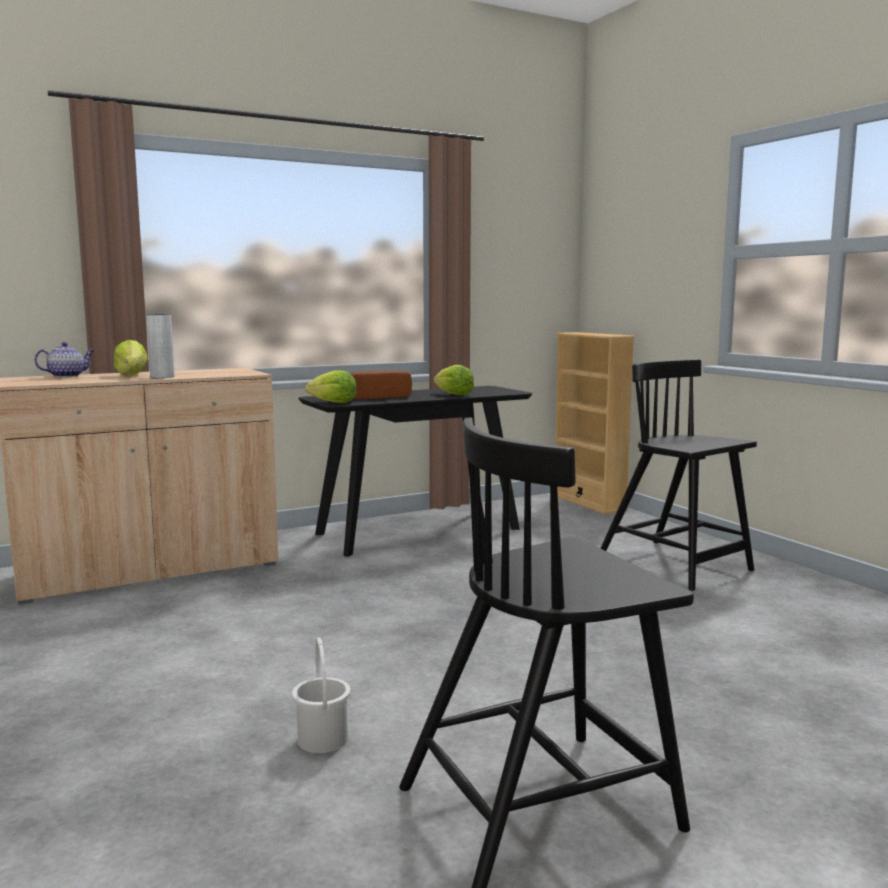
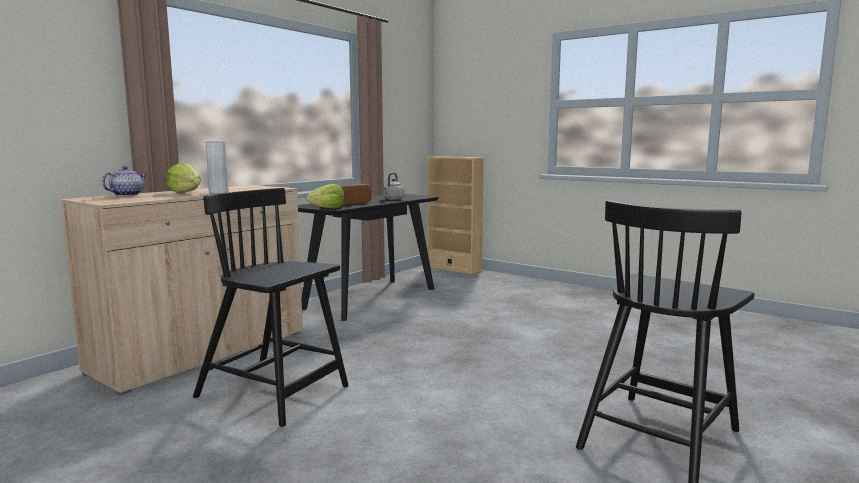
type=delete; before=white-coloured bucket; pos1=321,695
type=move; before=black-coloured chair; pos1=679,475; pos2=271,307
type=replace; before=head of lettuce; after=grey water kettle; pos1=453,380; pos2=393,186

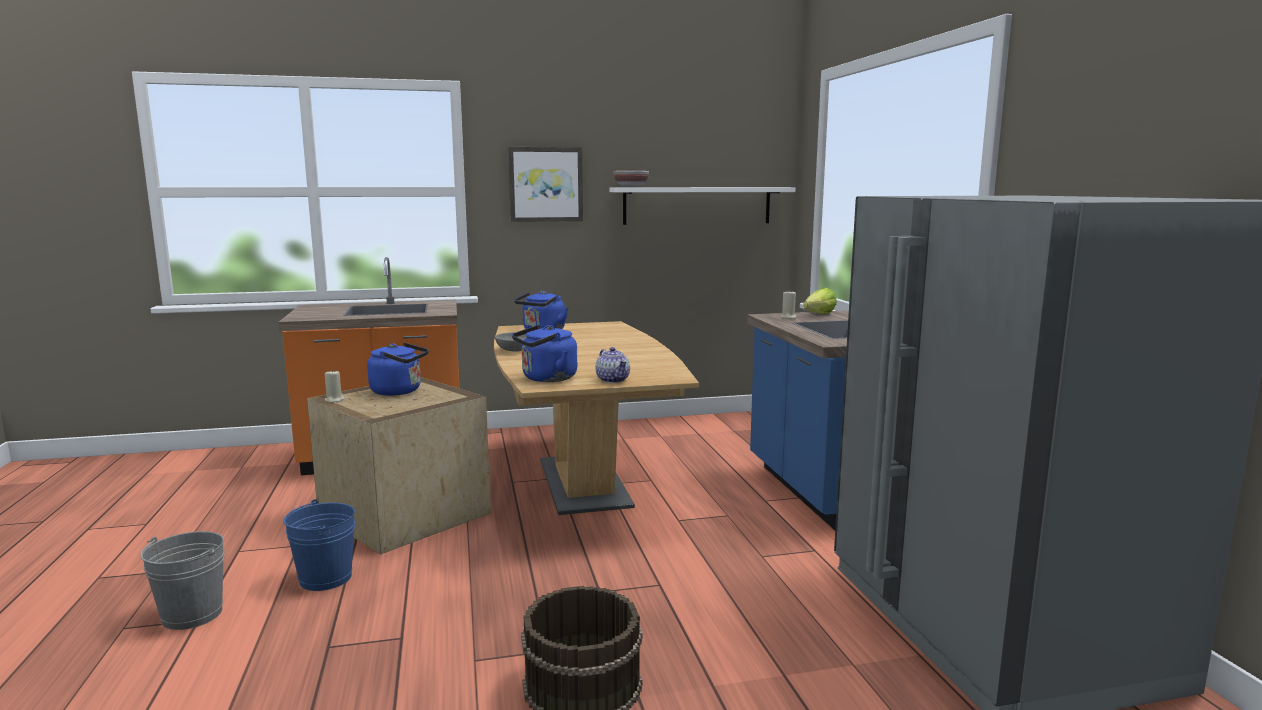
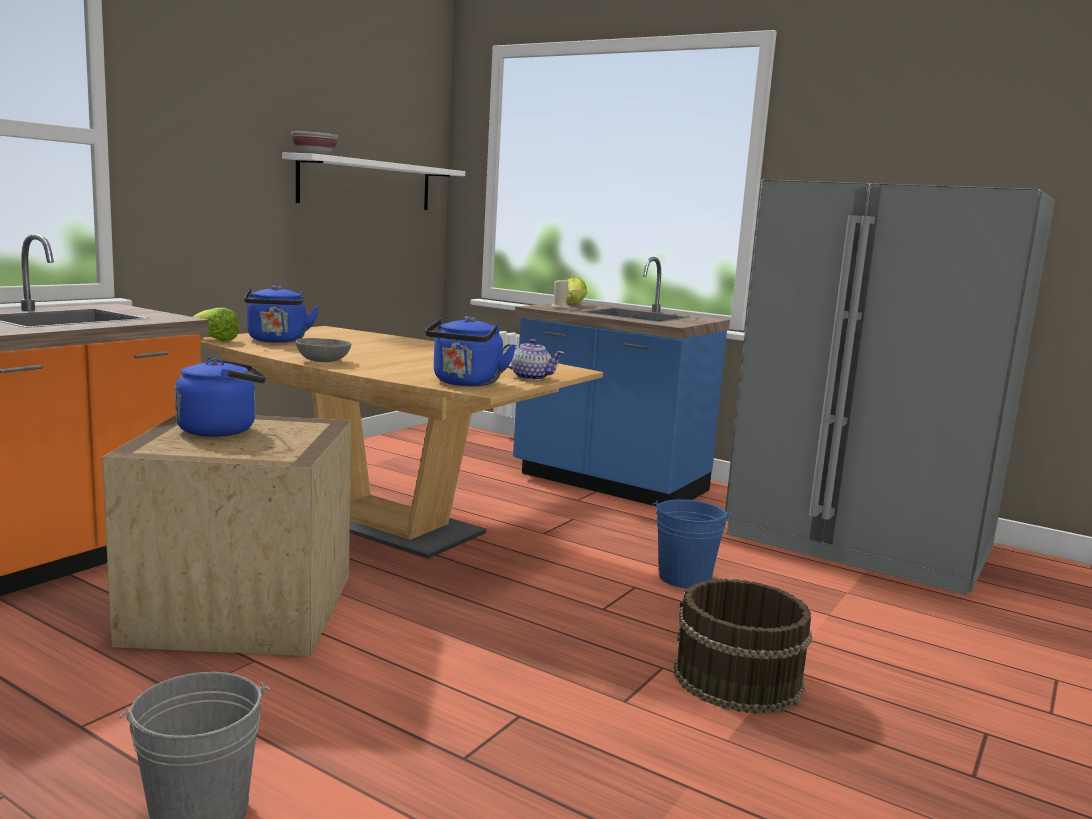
type=delete; before=beige-coloured wax light; pos1=334,386
type=delete; before=wall picture; pos1=545,184
type=insert; after=head of lettuce; pos2=216,325
type=move; before=blue-coloured bucket; pos1=319,545; pos2=692,544

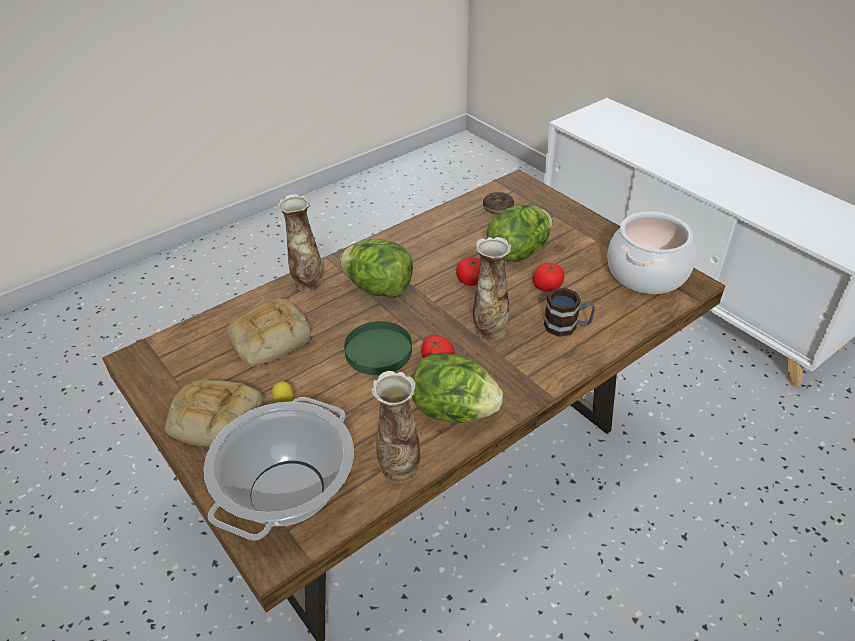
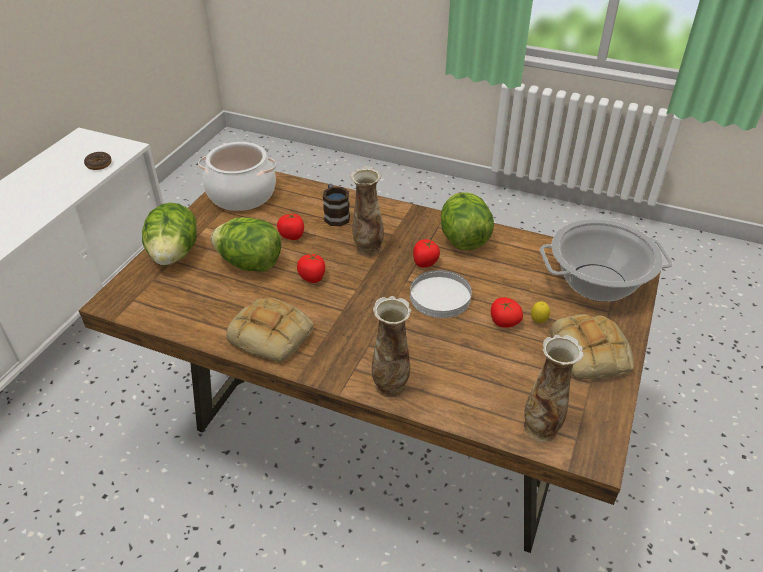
type=insert; after=tomato; pos2=507,312
type=move; before=baked bread; pos1=269,333; pos2=269,330
type=move; before=head of lettuce; pos1=376,268; pos2=169,234
type=move; before=flower vase; pos1=396,427; pos2=554,388
type=move; before=donut; pos1=498,203; pos2=98,161
type=recolor; before=greenish plate; after=white-coloured plate; pos1=378,348; pos2=441,294

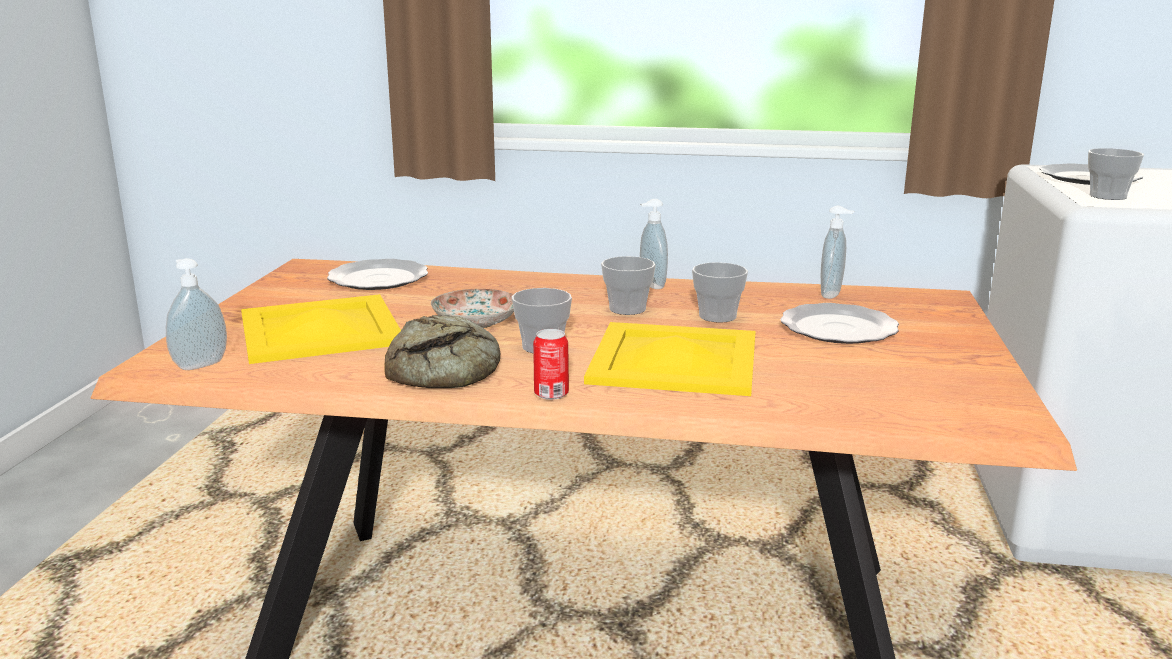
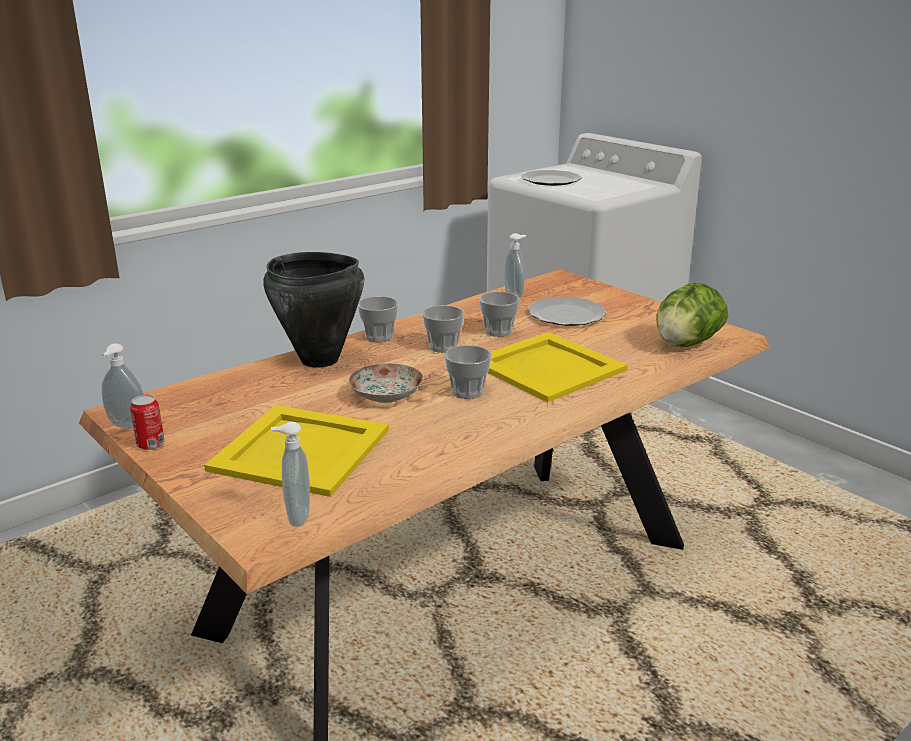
type=delete; before=plate; pos1=377,274
type=delete; before=baked bread; pos1=442,351
type=insert; after=black-coloured stockpot; pos2=313,310
type=insert; after=head of lettuce; pos2=692,315
type=move; before=metal can; pos1=551,364; pos2=147,422
type=move; before=liquid soap bottle; pos1=654,244; pos2=122,386
type=move; before=drinking cup; pos1=1116,174; pos2=378,319

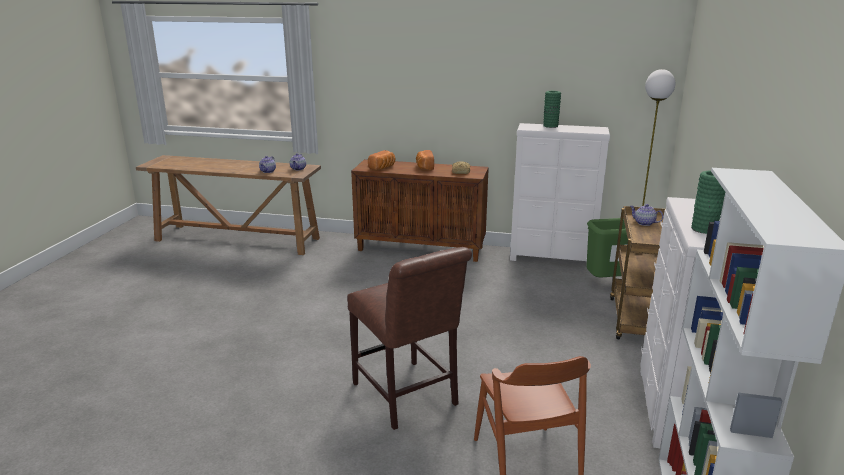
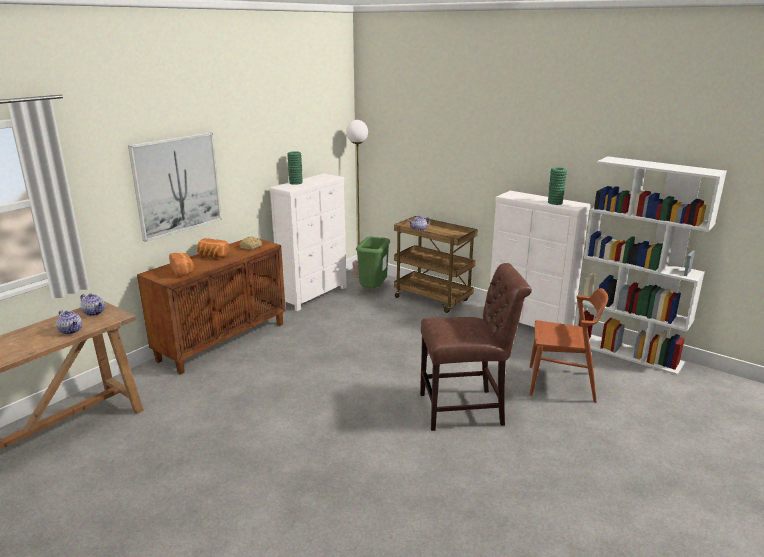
type=insert; after=wall picture; pos2=175,187

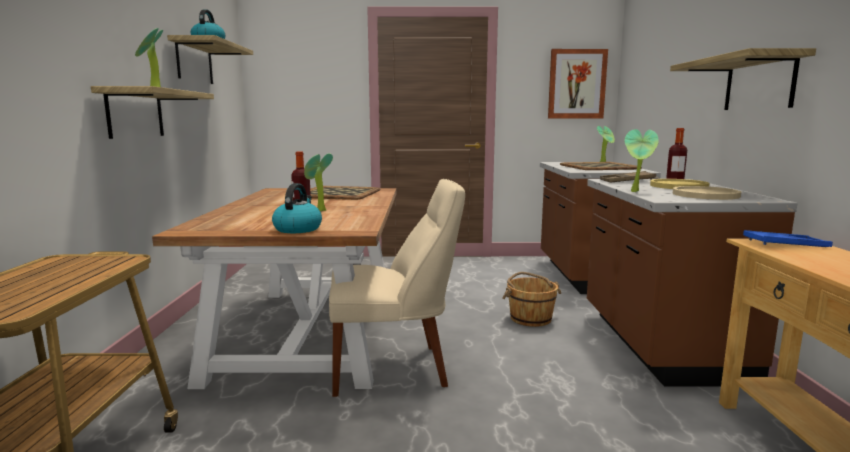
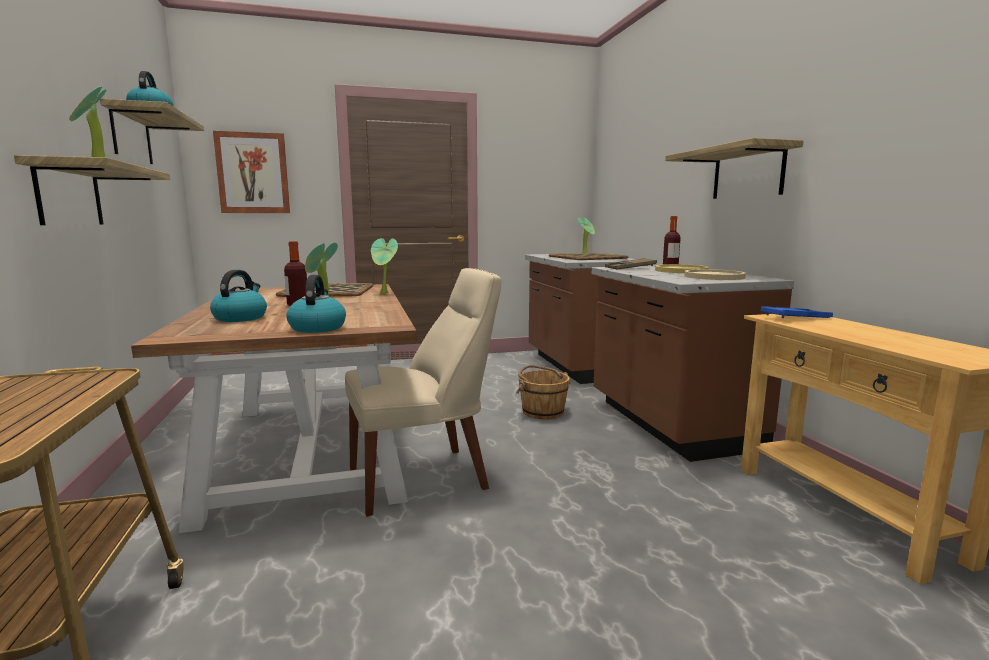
type=insert; after=water kettle; pos2=238,296
type=move; before=wall picture; pos1=578,84; pos2=251,172
type=move; before=houseplant; pos1=642,160; pos2=384,266

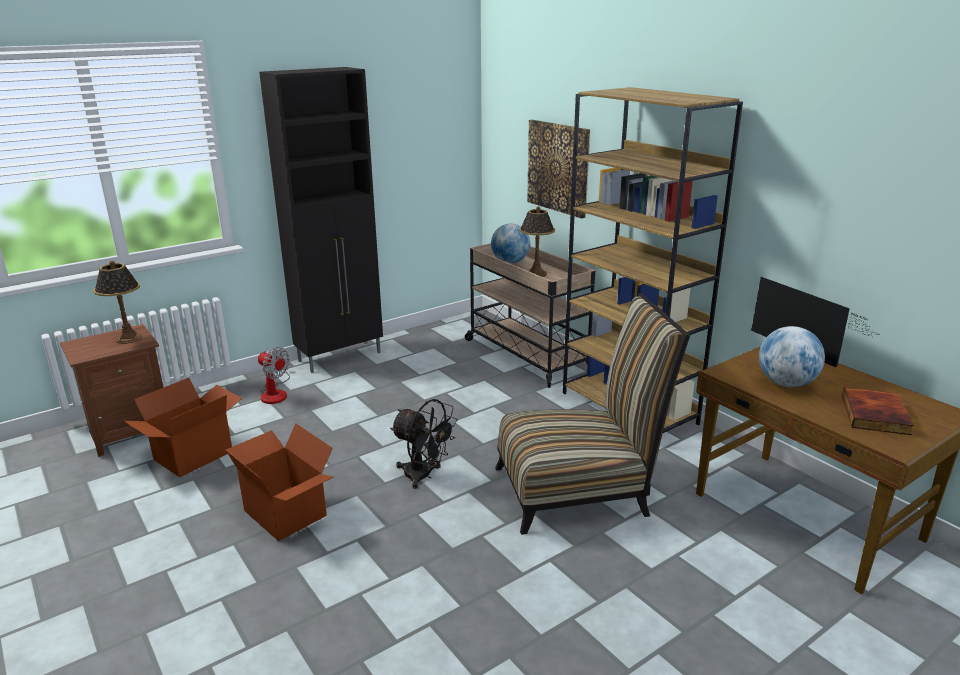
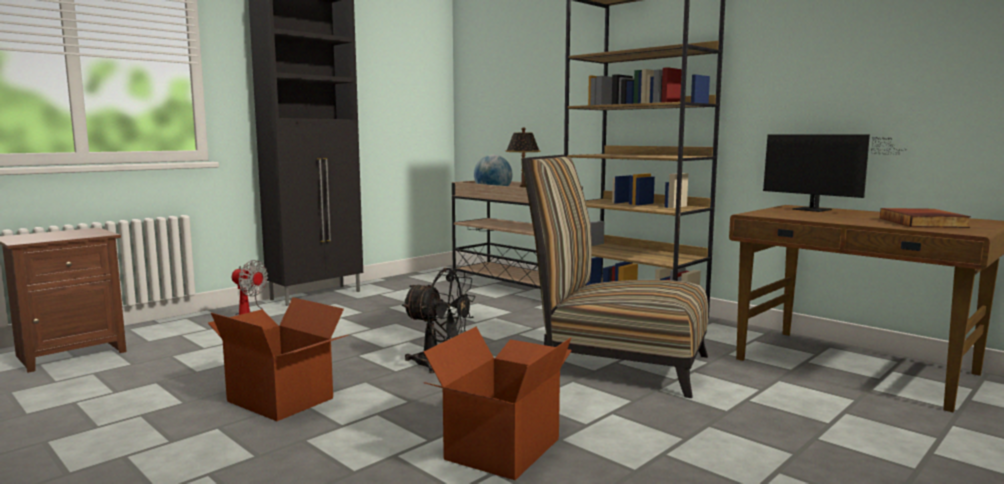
type=delete; before=table lamp; pos1=117,302
type=delete; before=wall picture; pos1=558,169
type=delete; before=globe; pos1=792,356
type=move; before=cardboard box; pos1=183,427; pos2=498,403
type=rotate; before=chair; pos1=592,414; pos2=615,276; turn=-135

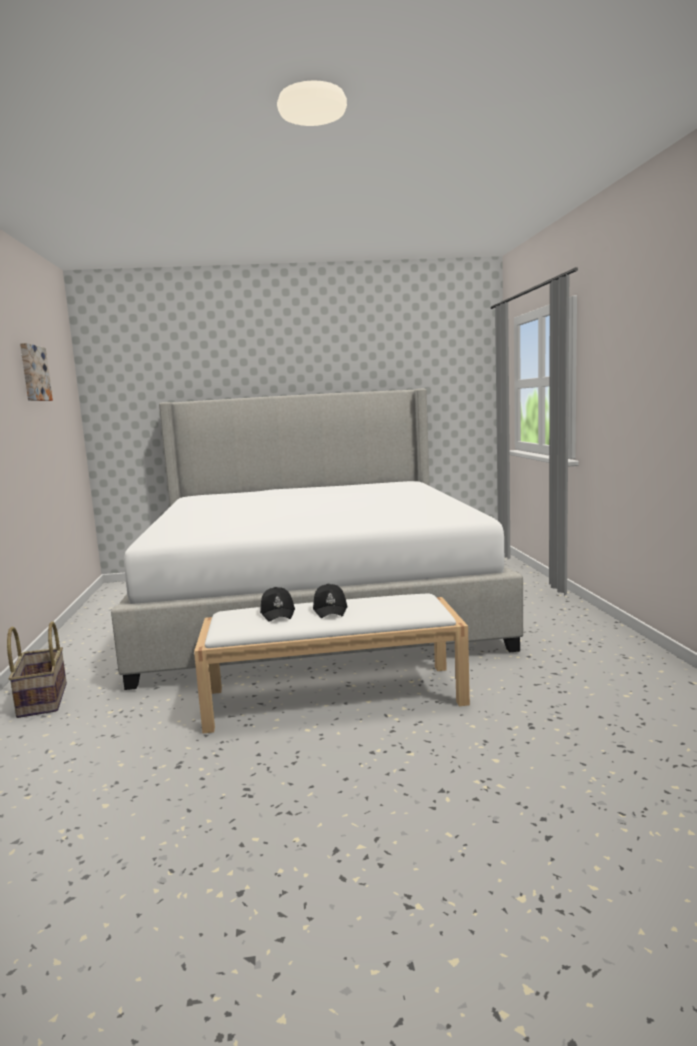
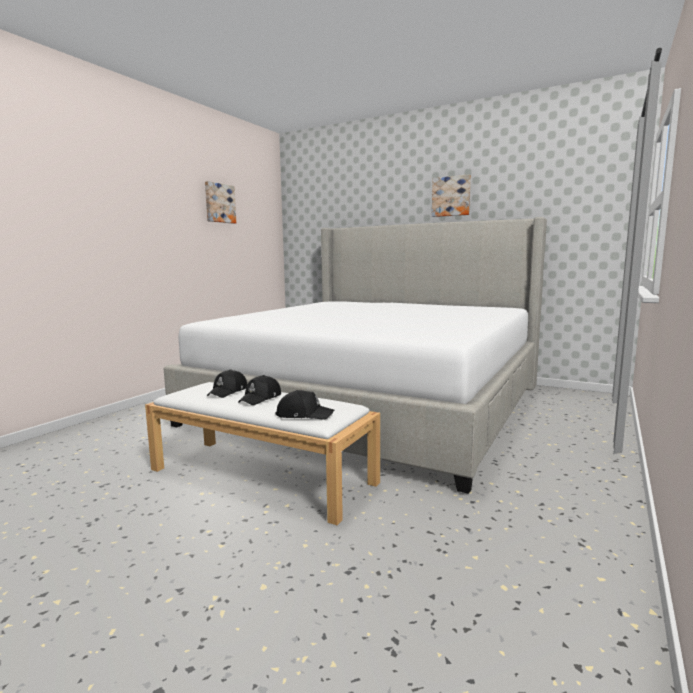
type=delete; before=household basket; pos1=37,669
type=insert; after=black-coloured baseball cap; pos2=304,405
type=insert; after=wall picture; pos2=451,195

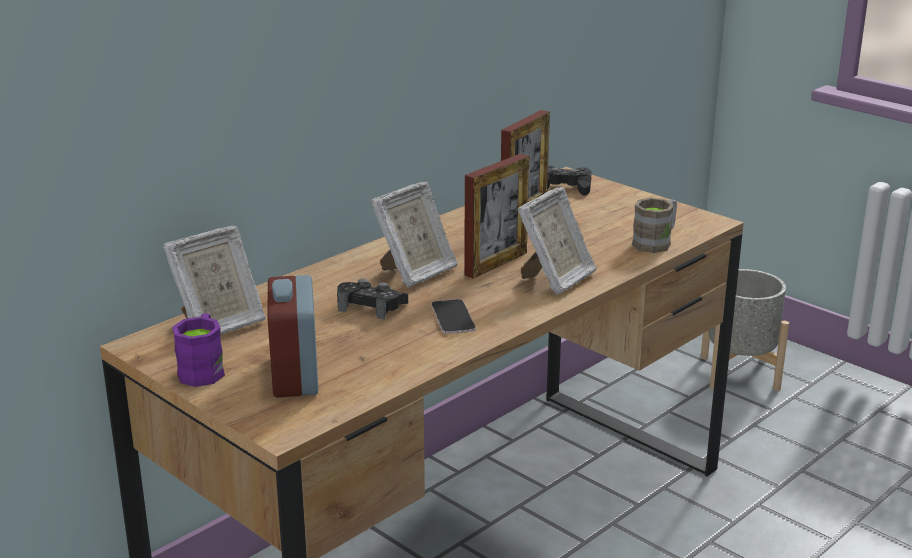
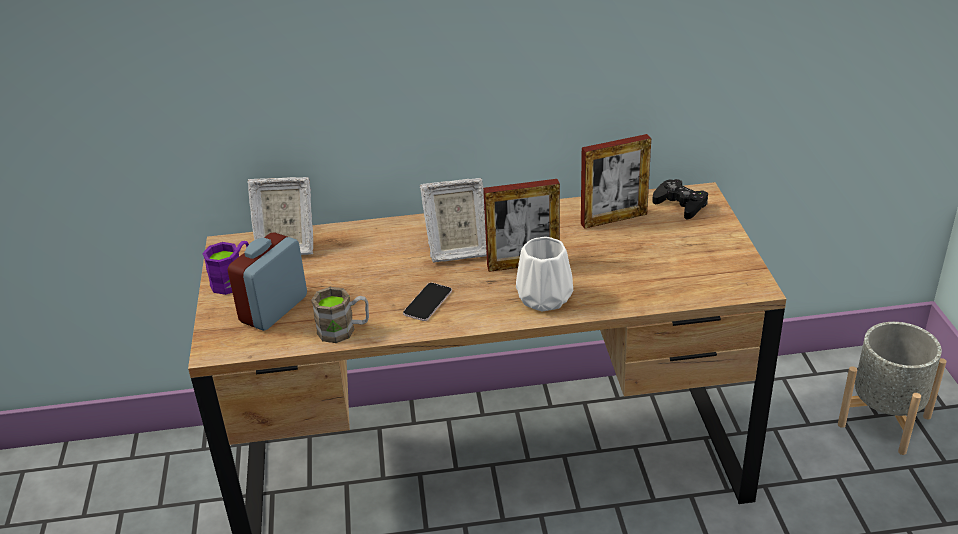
type=delete; before=black-coloured game controller; pos1=372,299
type=move; before=brownish coffee mug; pos1=654,225; pos2=340,315
type=replace; before=photo frame; after=white-coloured flower vase; pos1=557,241; pos2=544,274

